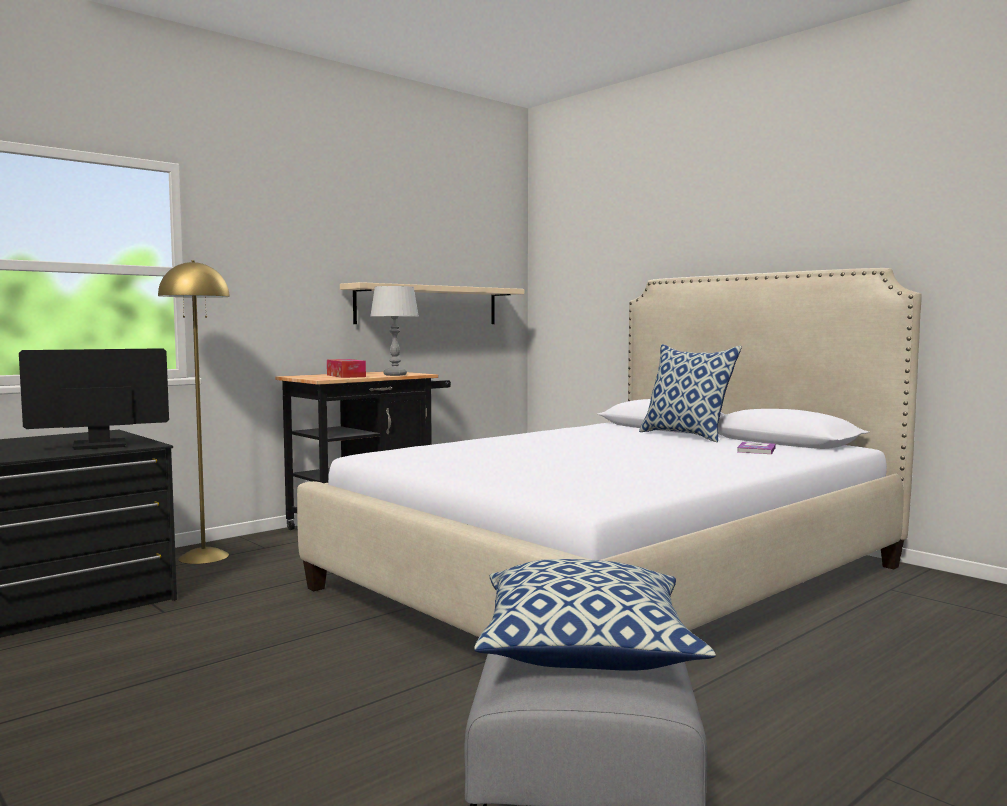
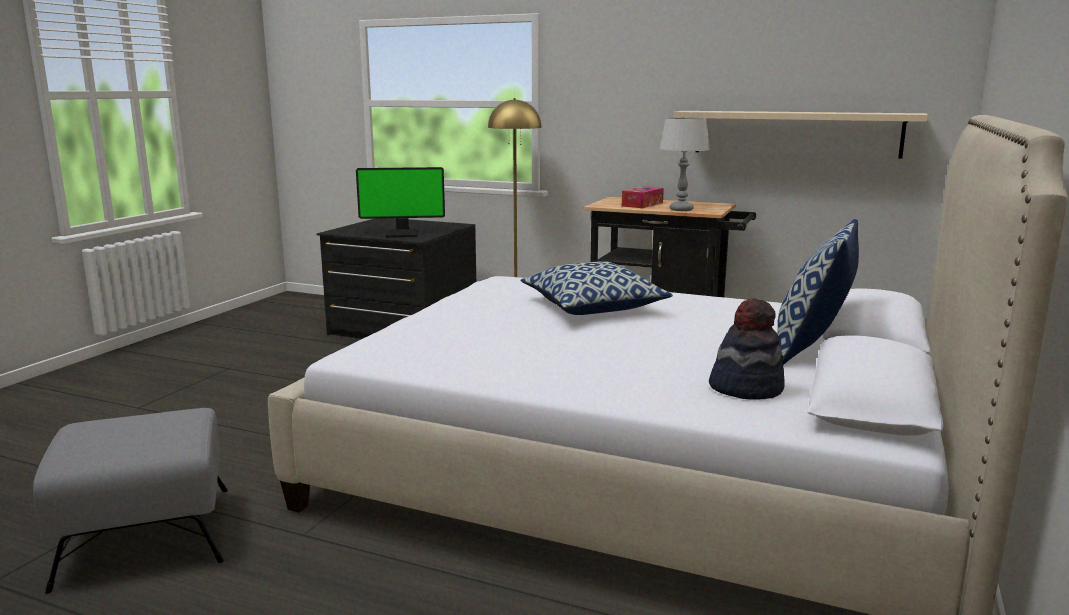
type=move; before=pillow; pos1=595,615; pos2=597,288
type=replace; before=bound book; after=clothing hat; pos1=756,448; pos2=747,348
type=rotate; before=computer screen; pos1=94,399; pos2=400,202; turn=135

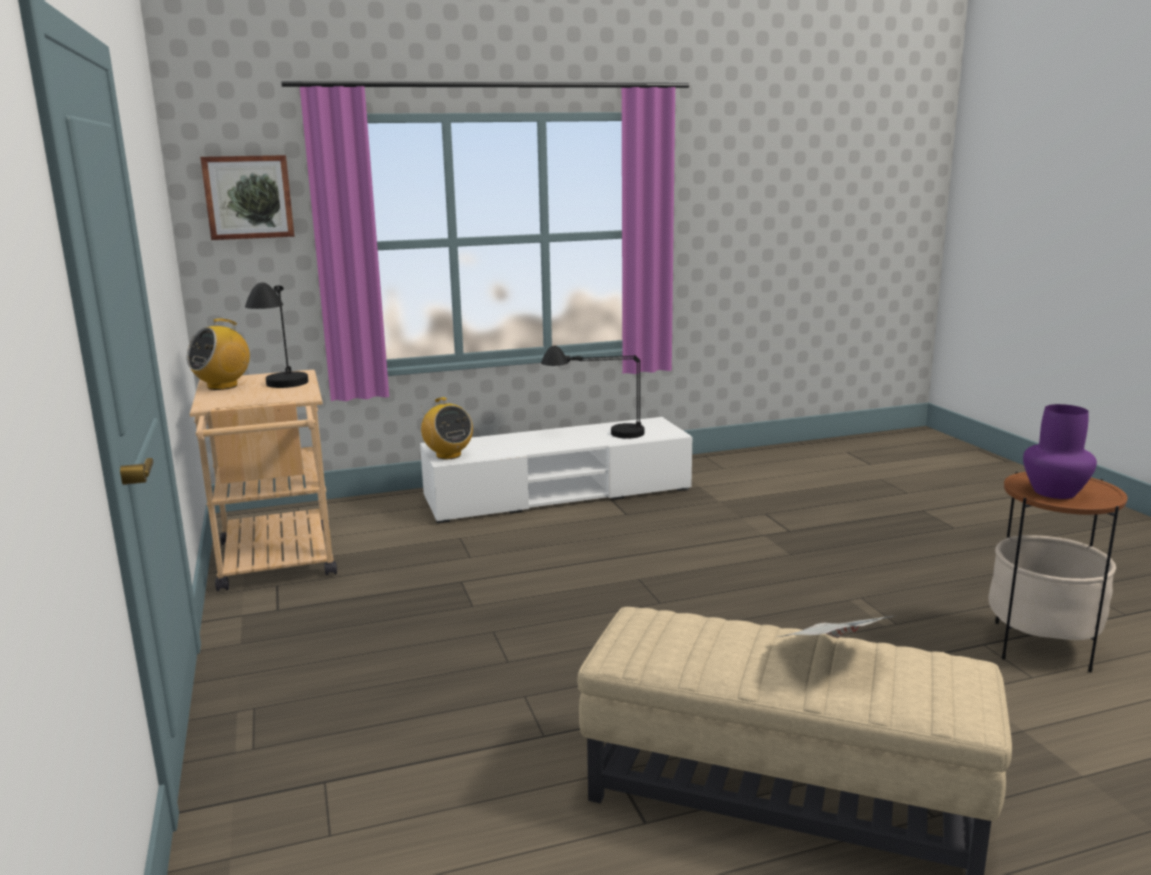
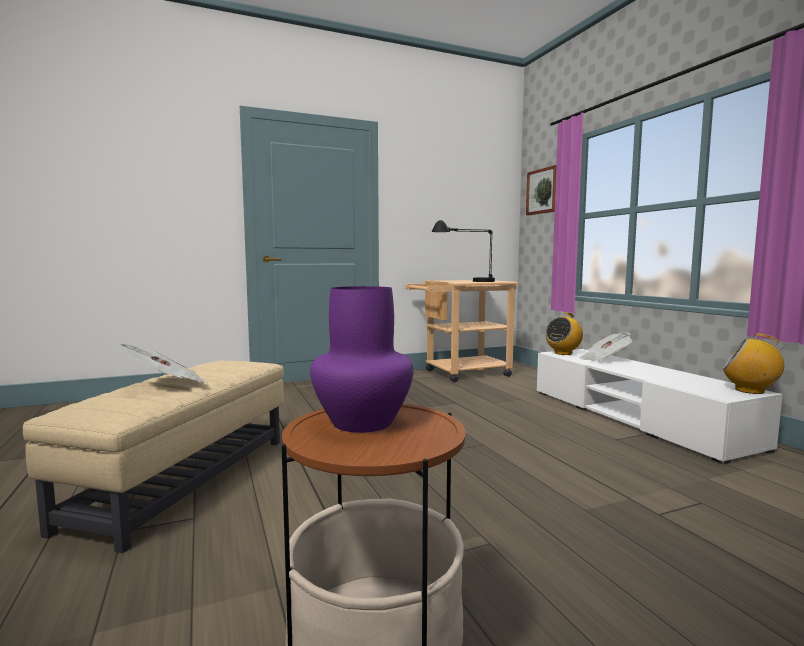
type=delete; before=black-coloured table lamp; pos1=592,392
type=insert; after=printed paper; pos2=605,346
type=move; before=radio; pos1=218,354; pos2=753,364

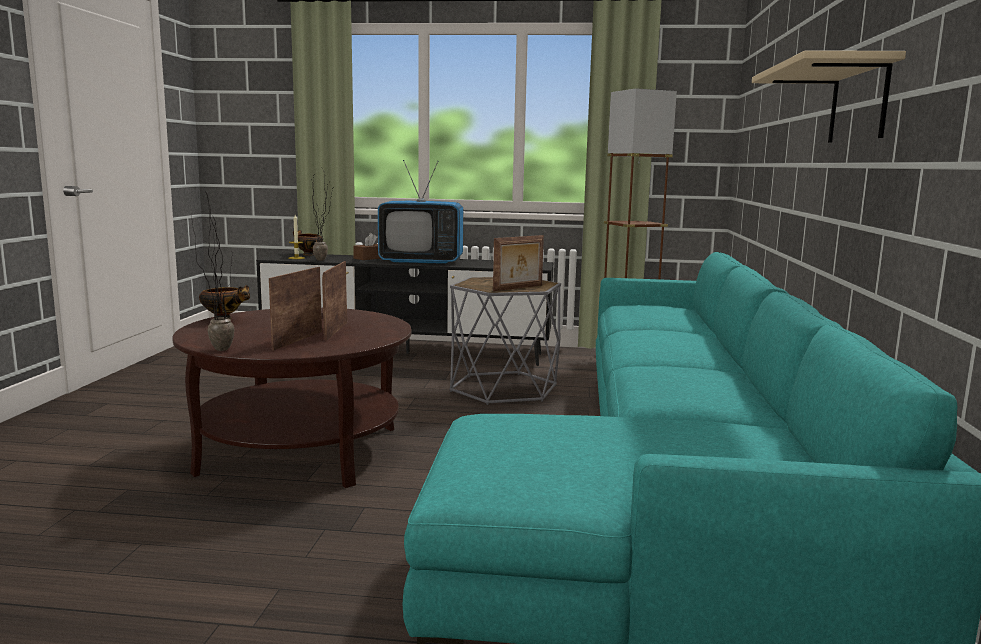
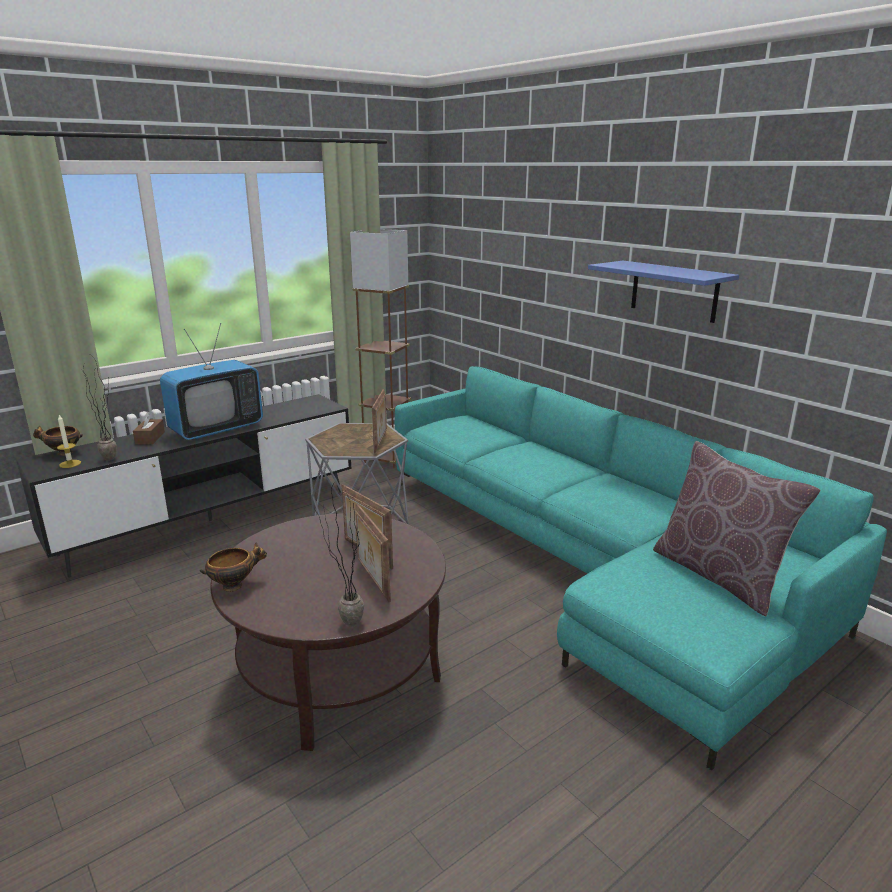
type=insert; after=brownish pillow; pos2=736,528
type=recolor; before=beige-coloured wall shelf; after=blue-coloured wall shelf; pos1=829,96; pos2=663,292

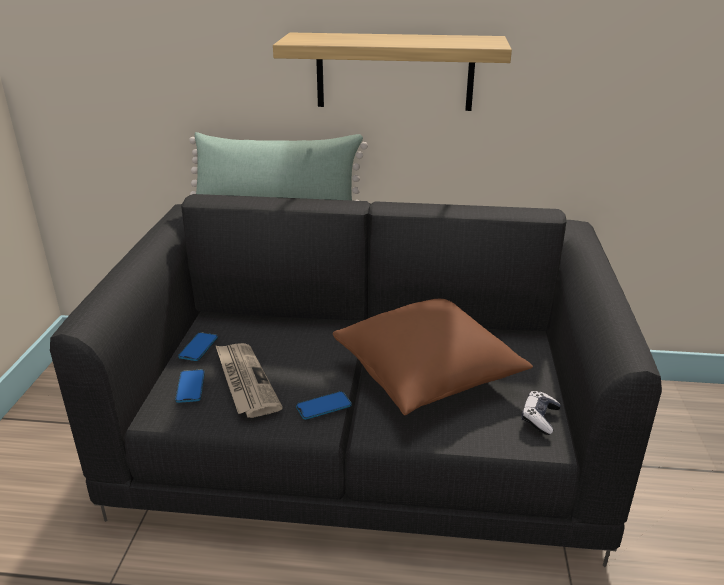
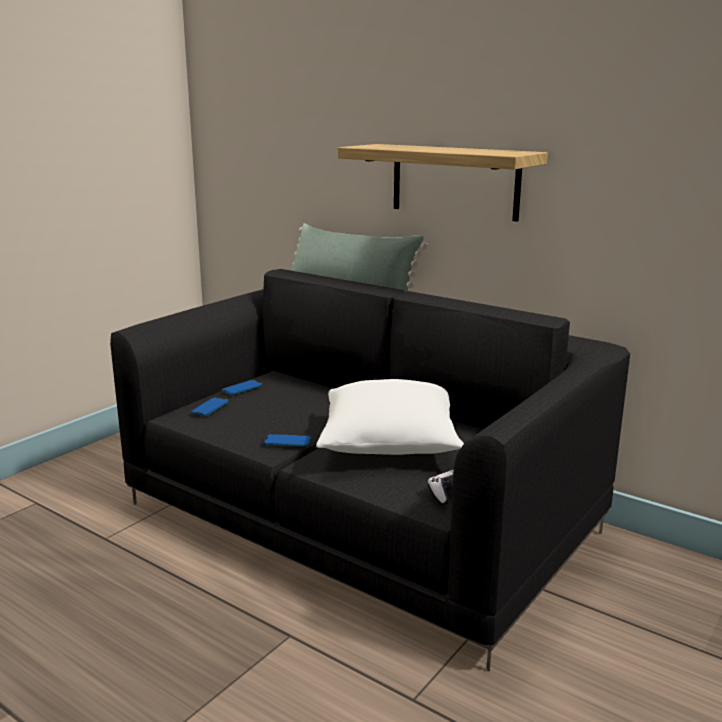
type=delete; before=printed paper; pos1=249,380
type=recolor; before=brownish pillow; after=white-coloured pillow; pos1=433,357; pos2=390,417

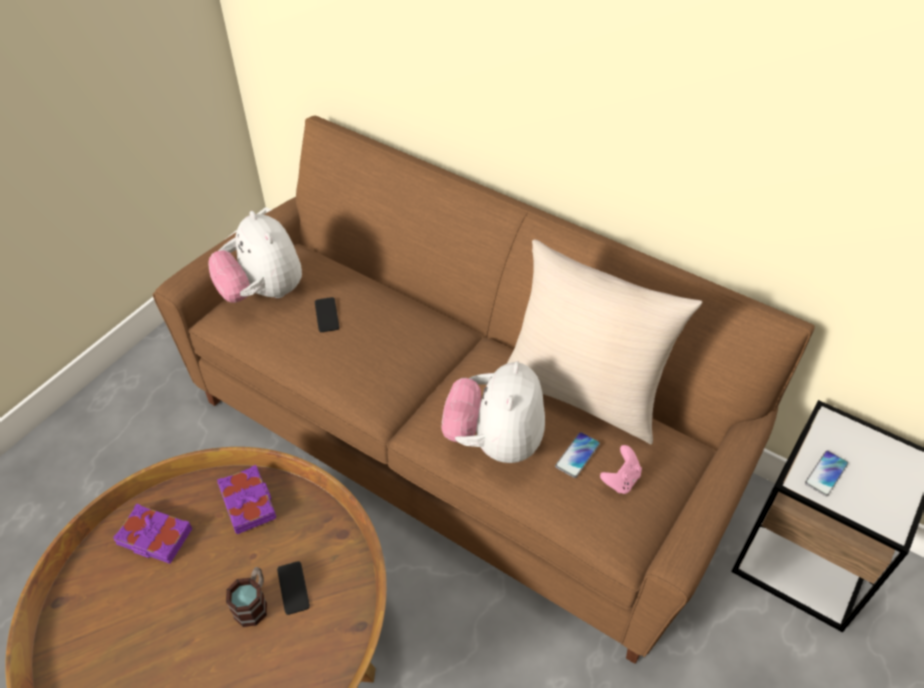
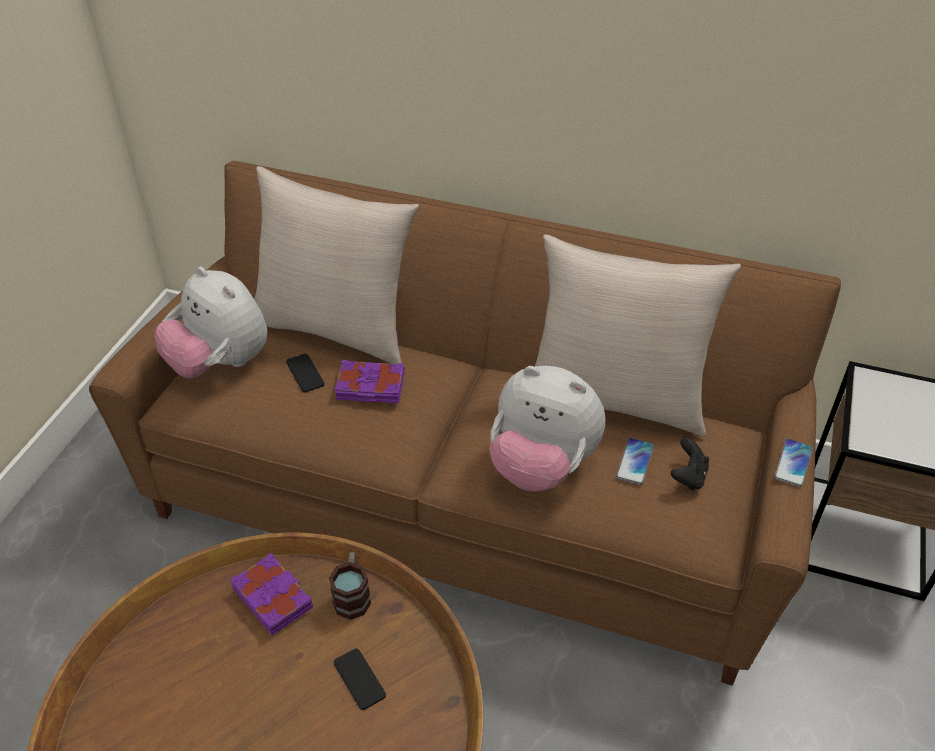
type=insert; after=beige-coloured pillow; pos2=336,265
type=move; before=purple-coloured bound book; pos1=152,533; pos2=369,381
type=move; before=coffee mug; pos1=246,597; pos2=350,586
type=move; before=phone; pos1=826,473; pos2=793,463
type=recolor; before=pink-coloured game controller; after=black-coloured game controller; pos1=621,469; pos2=690,464
type=rotate; before=cuddly toy; pos1=493,412; pos2=547,429; turn=-60

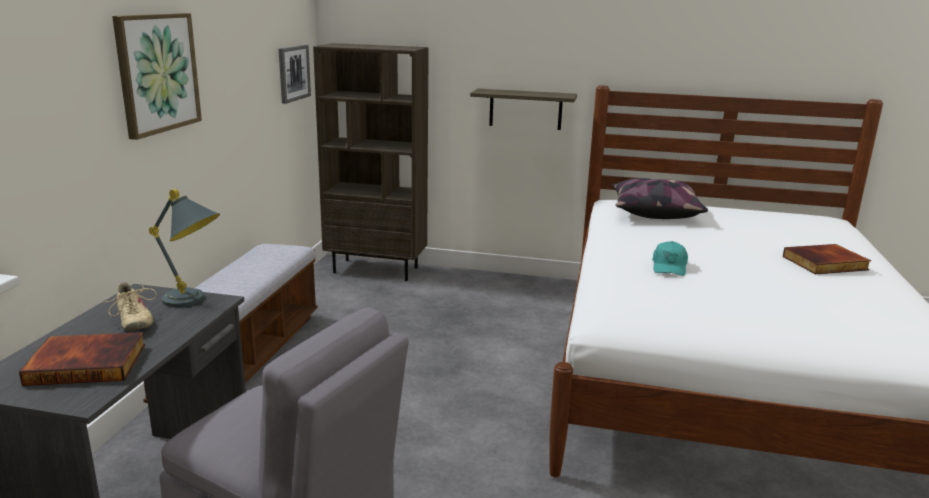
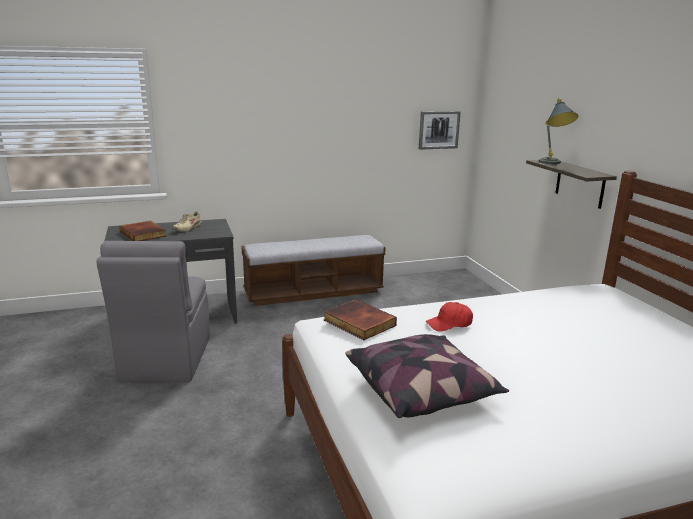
type=delete; before=wall picture; pos1=157,76
type=delete; before=brownish bookcase; pos1=371,162
type=move; before=grey table lamp; pos1=184,248; pos2=558,131
type=move; before=pillow; pos1=660,198; pos2=427,376
type=move; before=bound book; pos1=827,259; pos2=360,320
type=recolor; before=turquoise baseball cap; after=red baseball cap; pos1=670,258; pos2=449,317

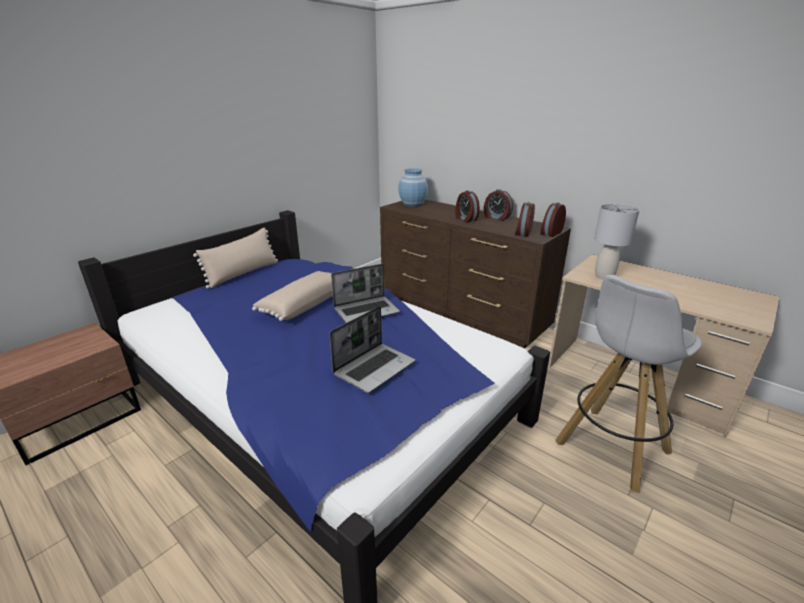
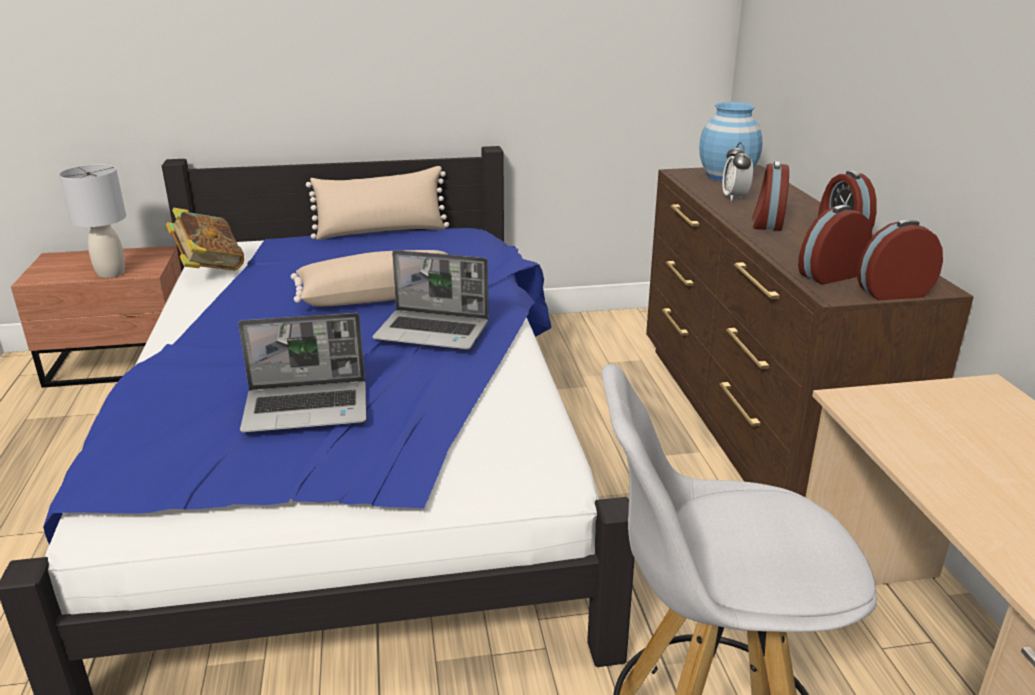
type=insert; after=bound book; pos2=205,239
type=insert; after=alarm clock; pos2=737,171
type=move; before=grey table lamp; pos1=617,241; pos2=92,221

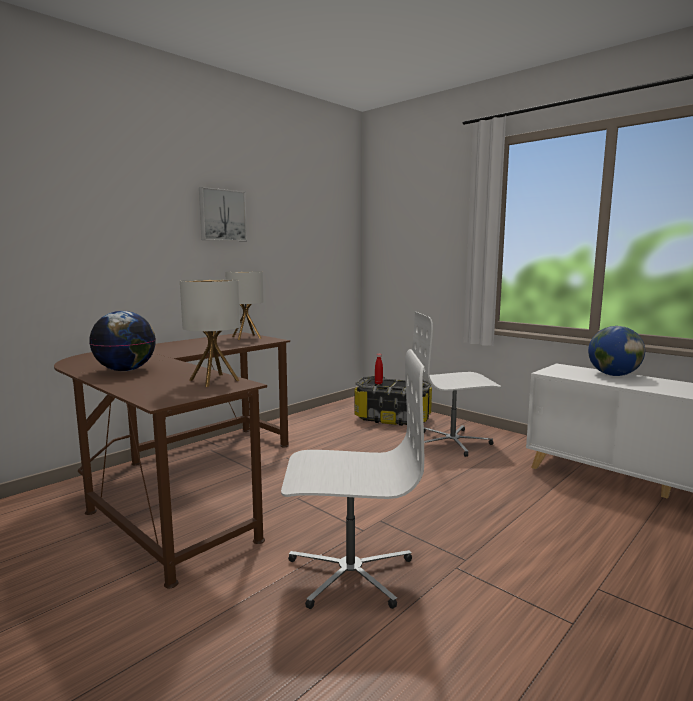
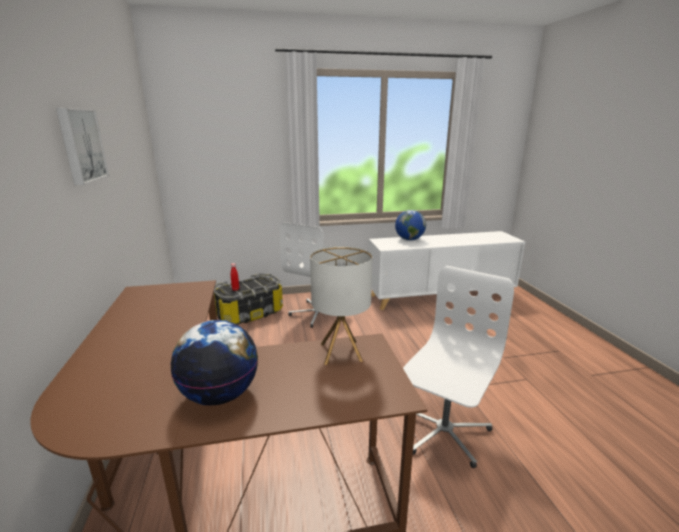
type=delete; before=table lamp; pos1=244,305

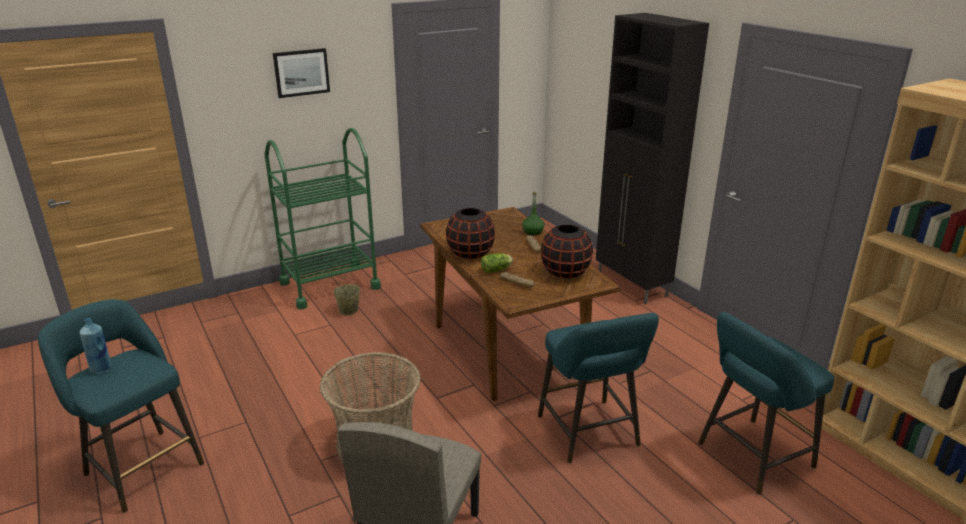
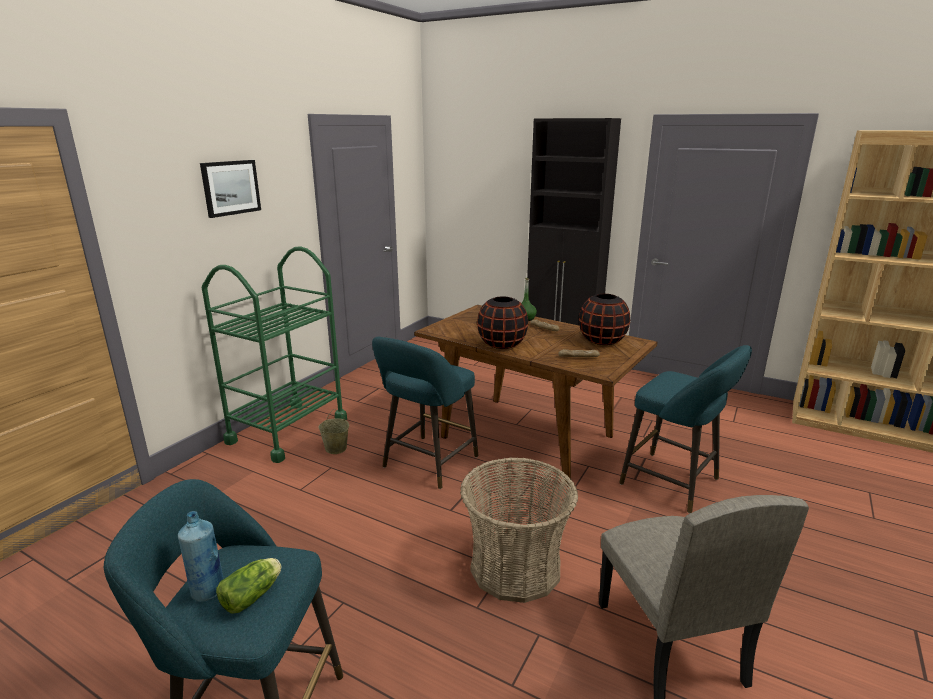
type=move; before=head of lettuce; pos1=497,263; pos2=248,586
type=move; before=turquoise sitting stool; pos1=766,403; pos2=425,413

